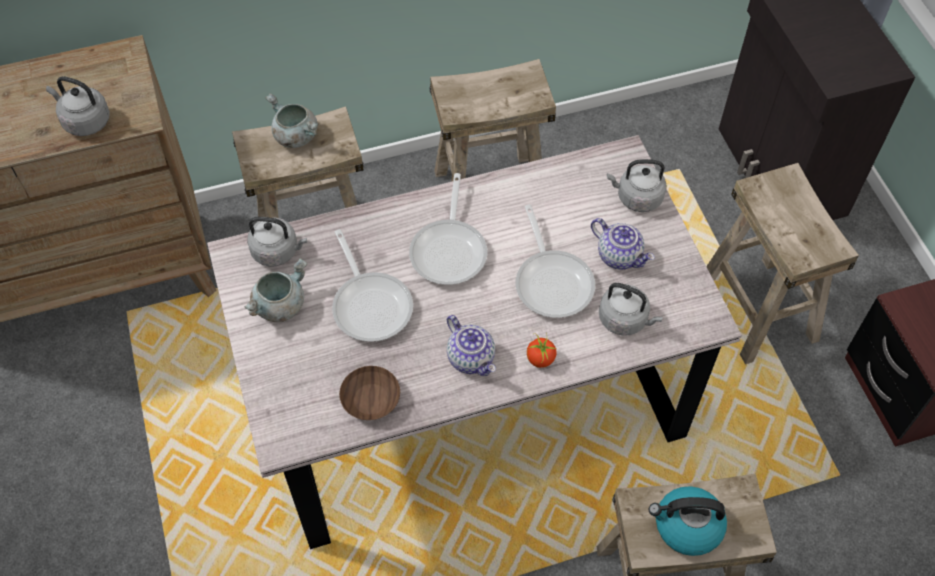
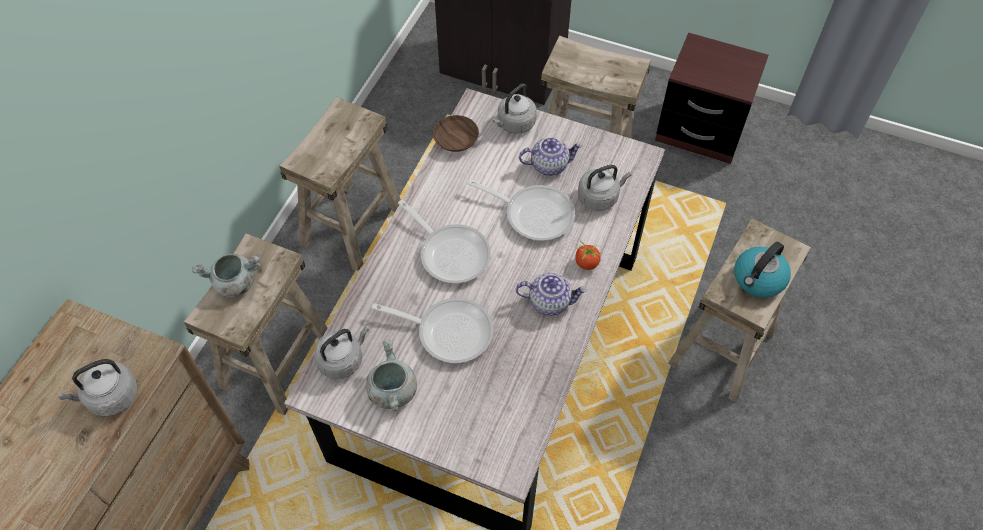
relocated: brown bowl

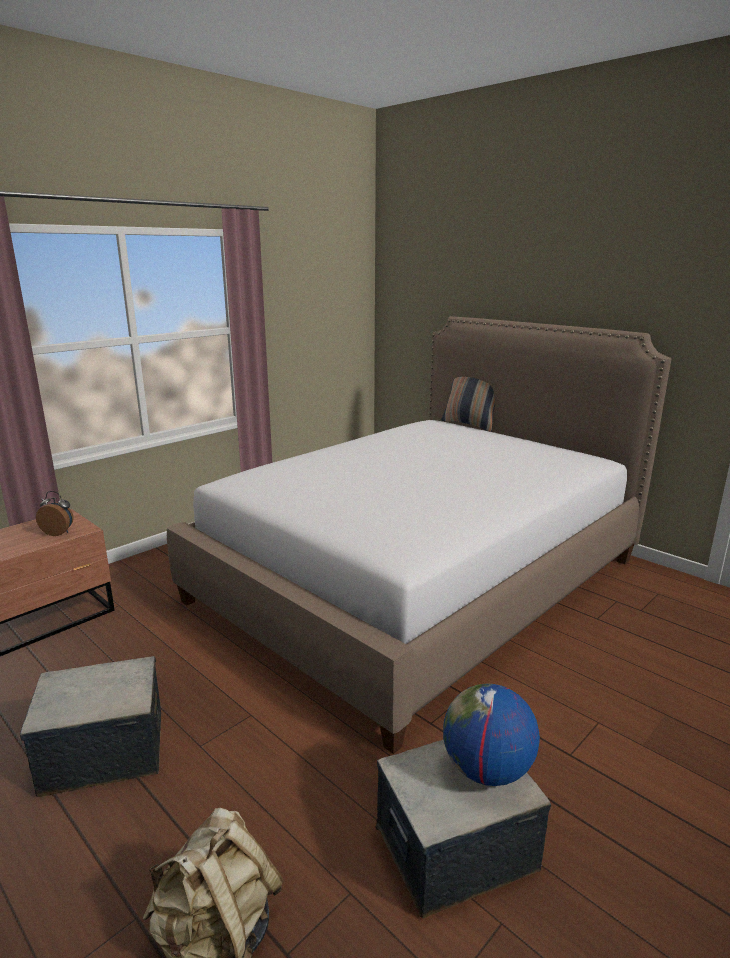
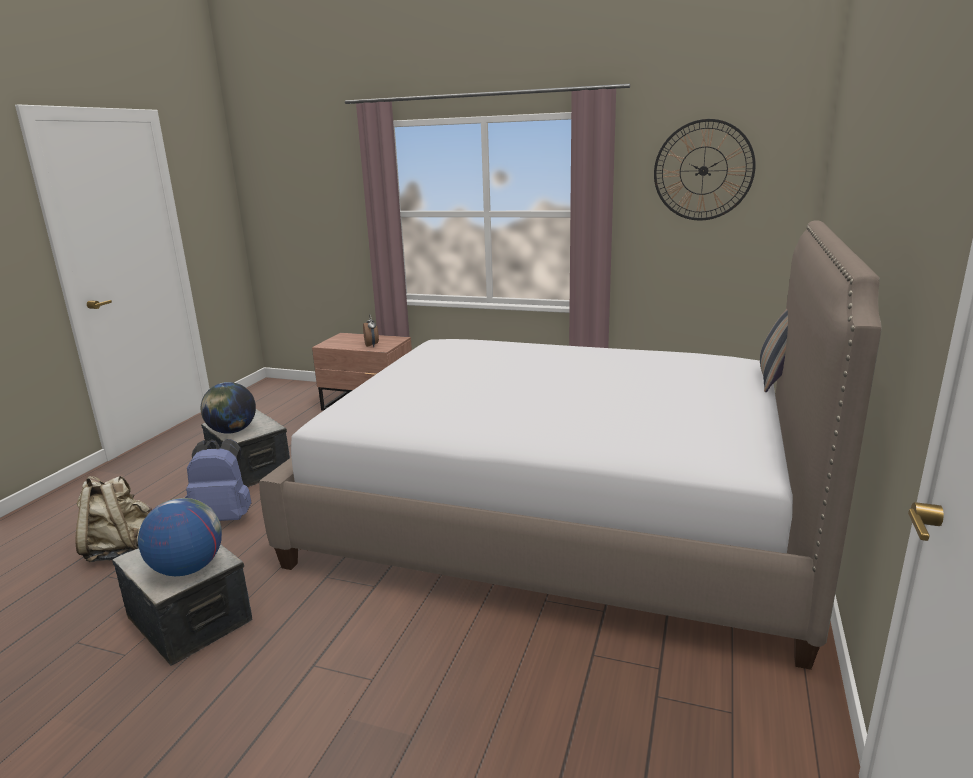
appeared: wall clock; globe (no. 2 from left); blue backpack

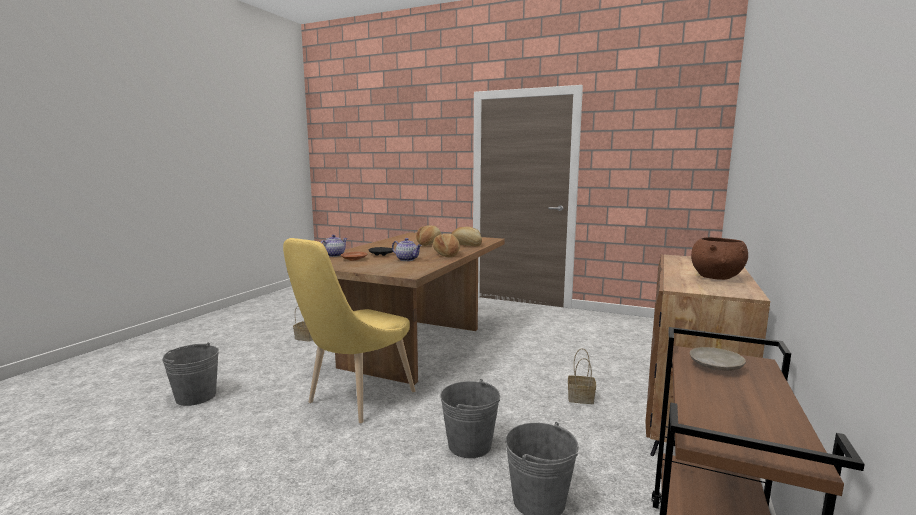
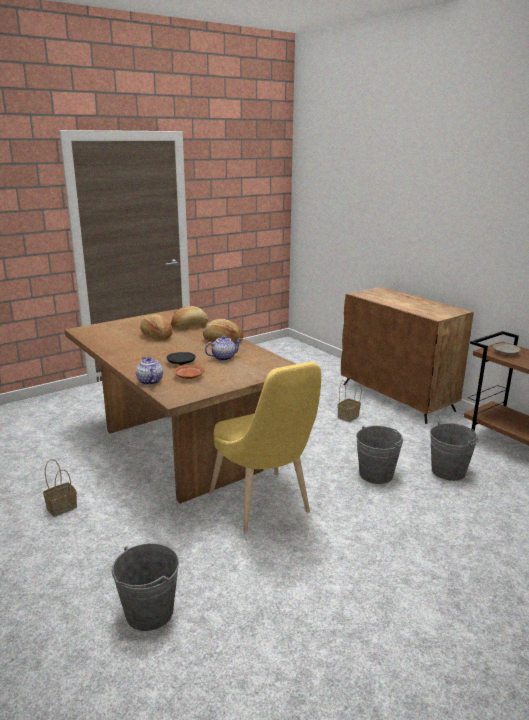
missing: brown bowl

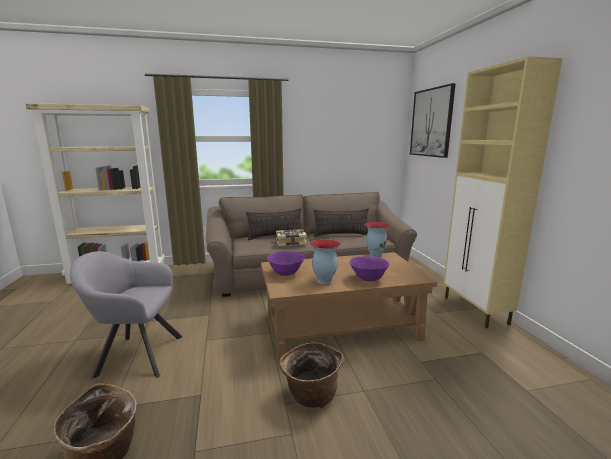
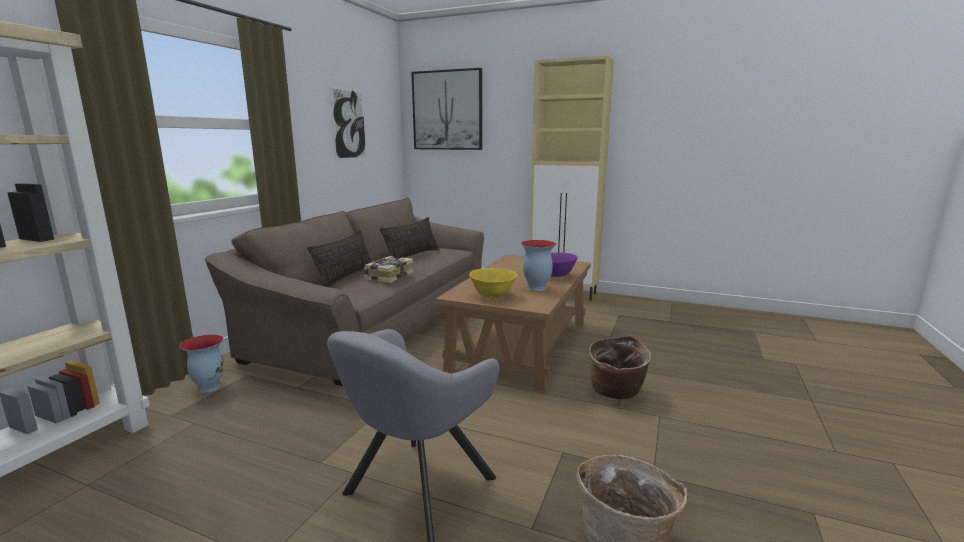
appeared: picture (no. 1 from left)
relocated: vase (no. 2 from left in the first image) to vase (no. 1 from left)
colour: purple bowl (no. 1 from left) to yellow bowl

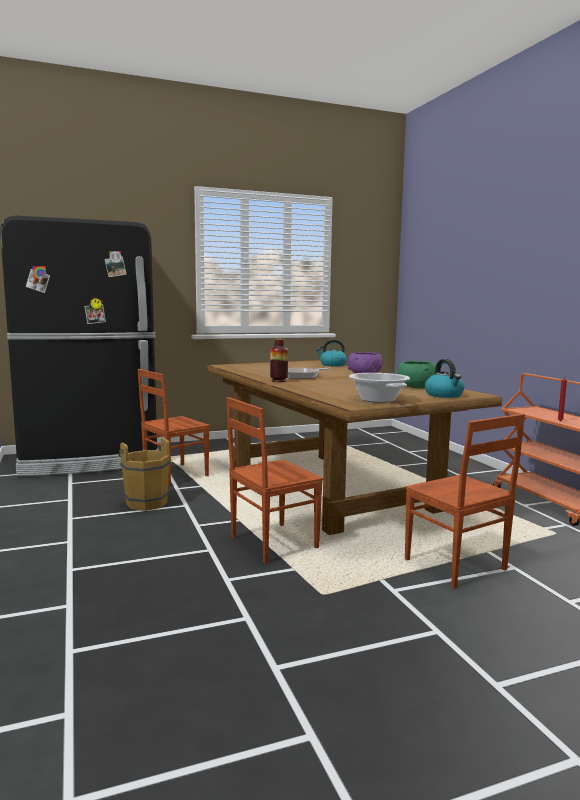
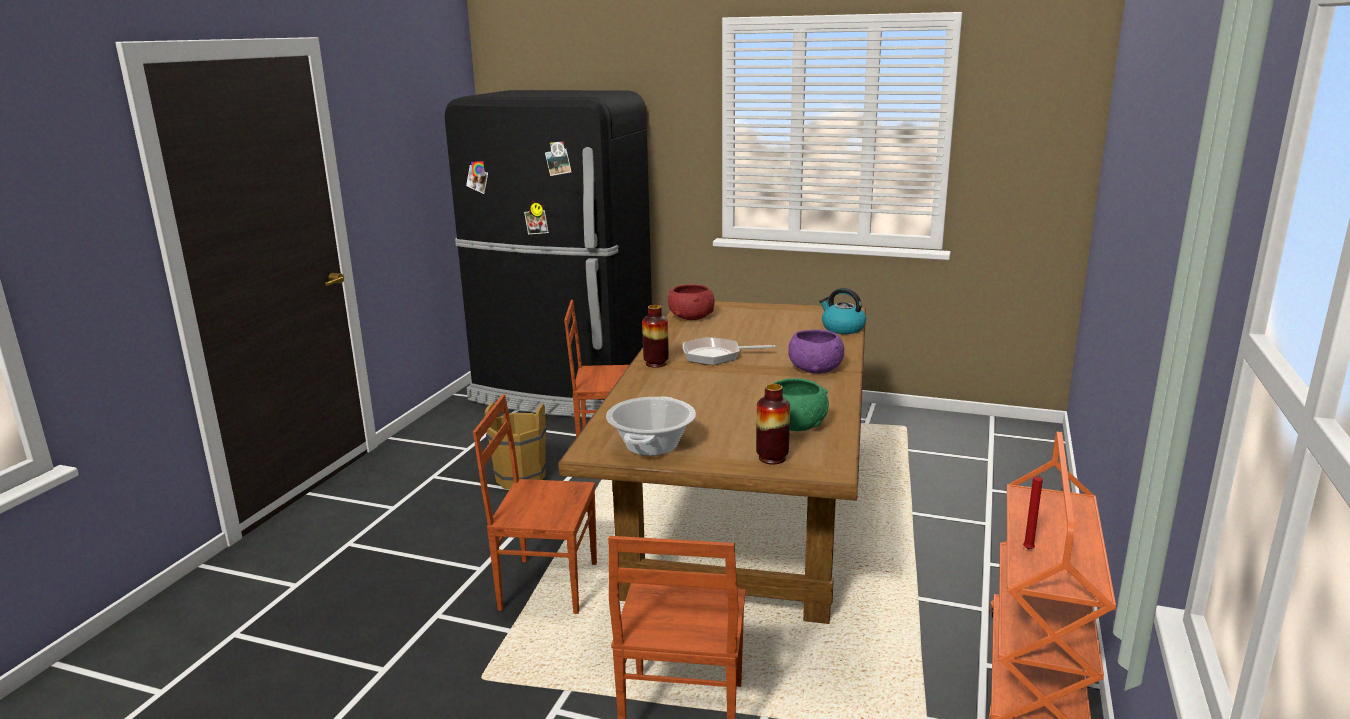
appeared: red bowl
exchanged: kettle (no. 2 from left) to vase (no. 2 from left)

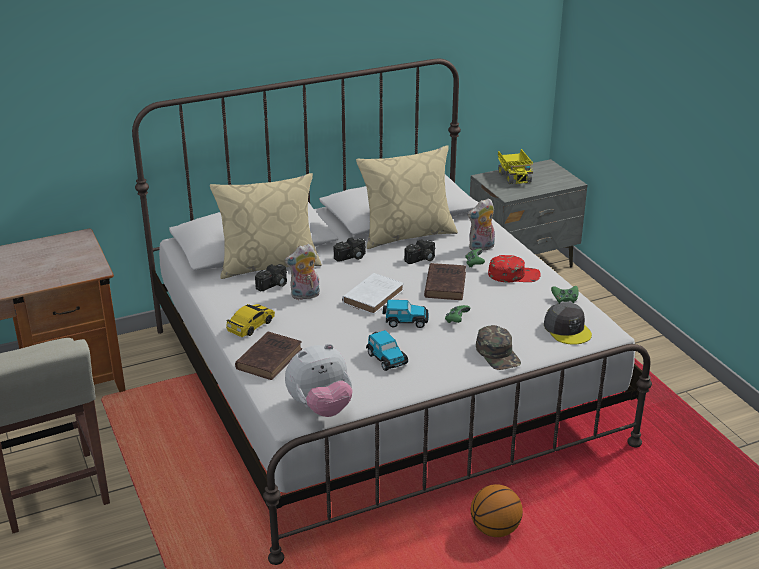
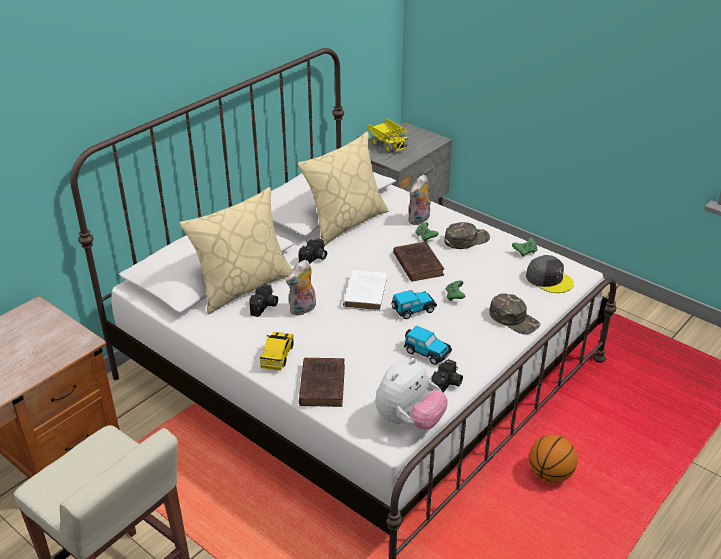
relocated: photo camera (no. 3 from left)
colour: red cap to green cap (no. 1 from left)

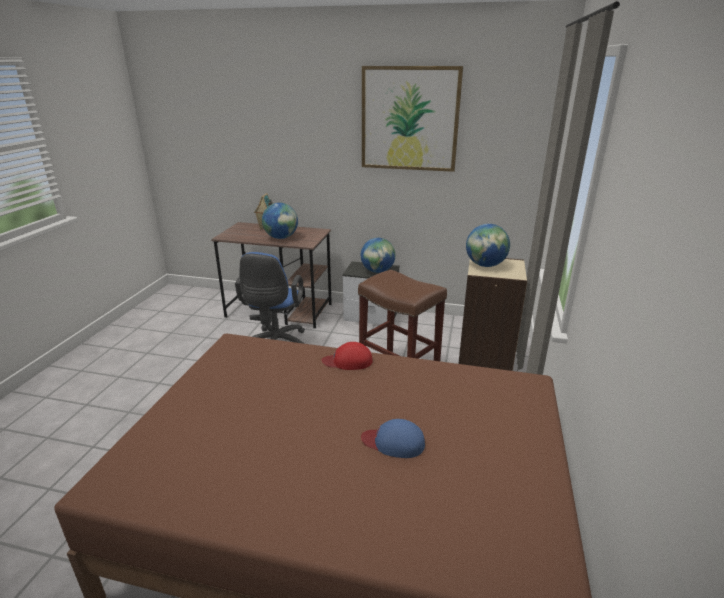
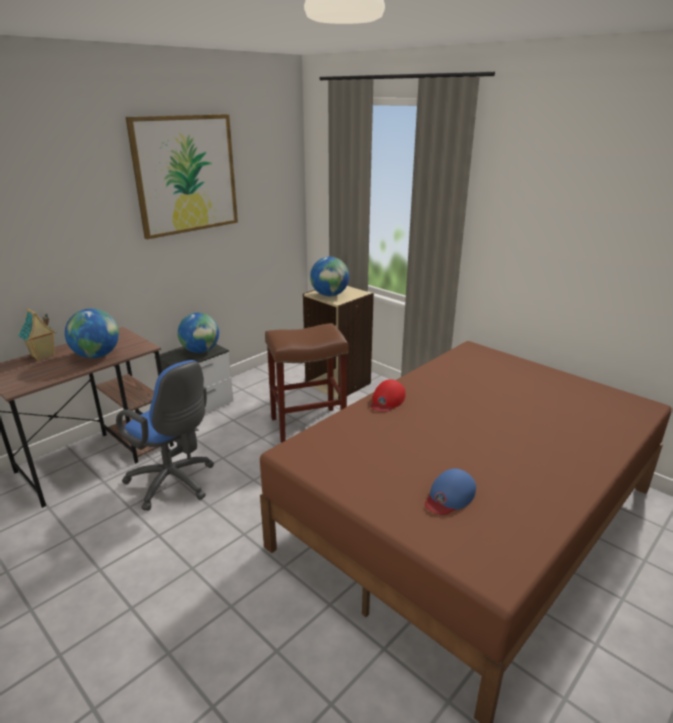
relocated: blue cap

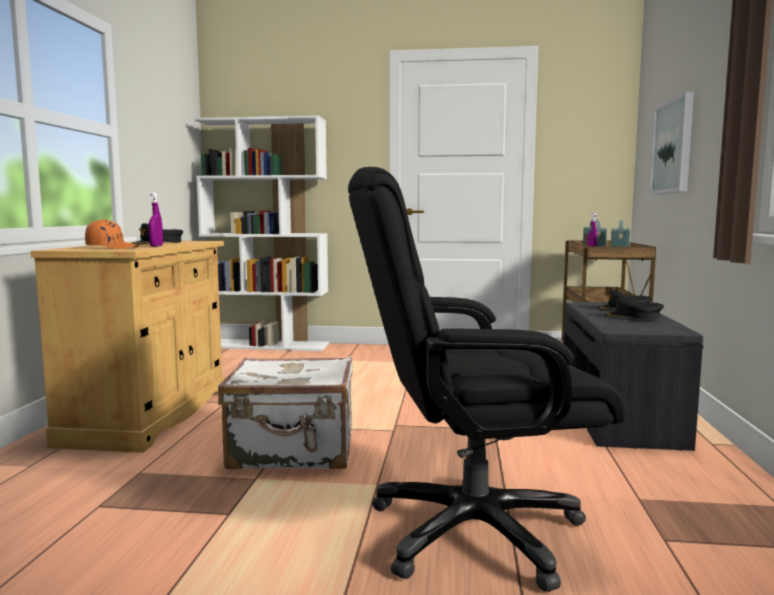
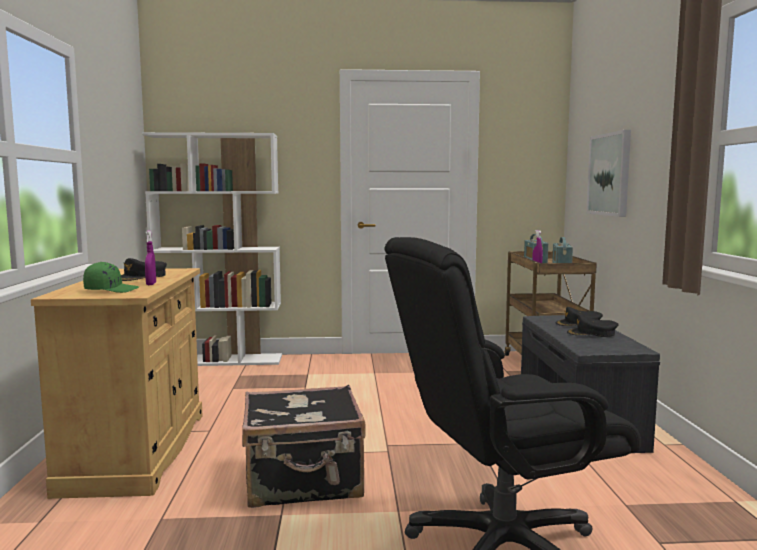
colour: orange cap to green cap; white suitcase to black suitcase

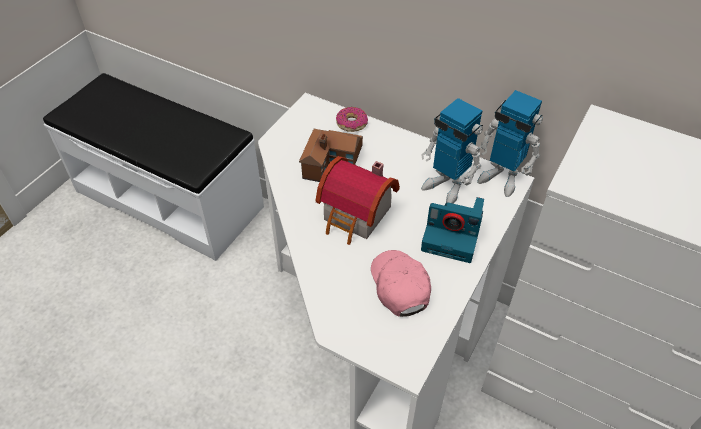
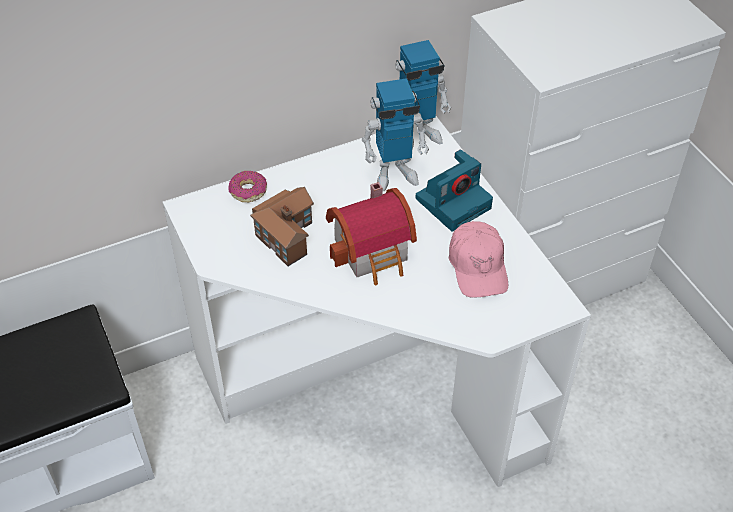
spun: pink cap 120 degrees counterclockwise

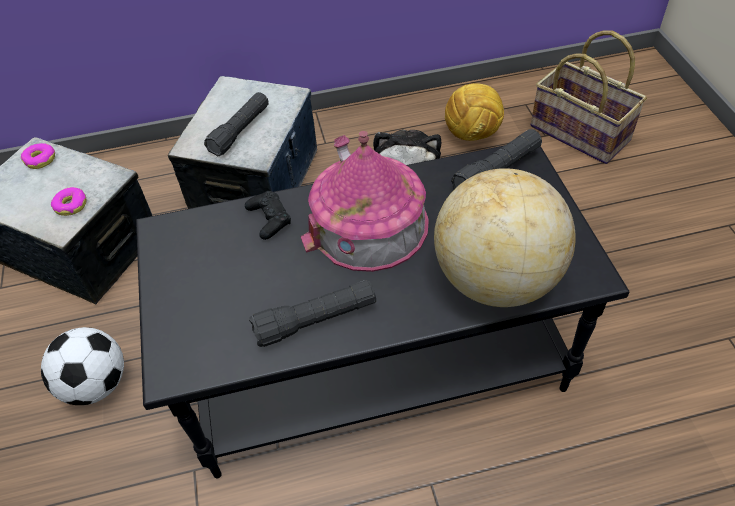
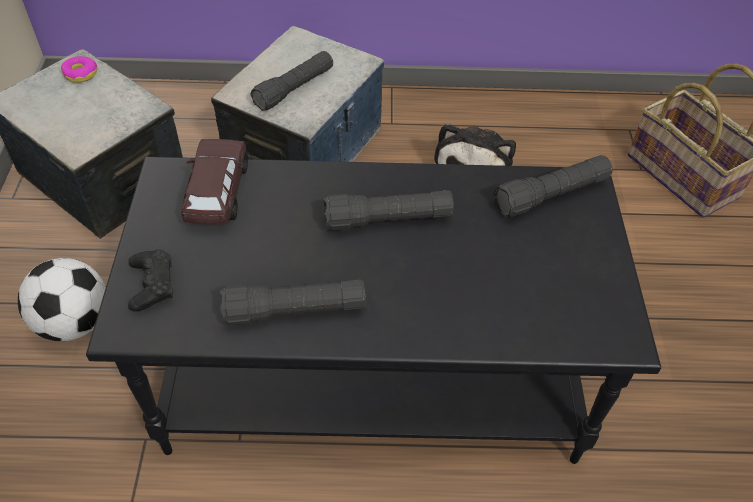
missing: football (no. 2 from left); globe; donut (no. 2 from left)
appeared: brown toy car
relocated: black game controller
exchanged: toy house to black flashlight (no. 3 from left)

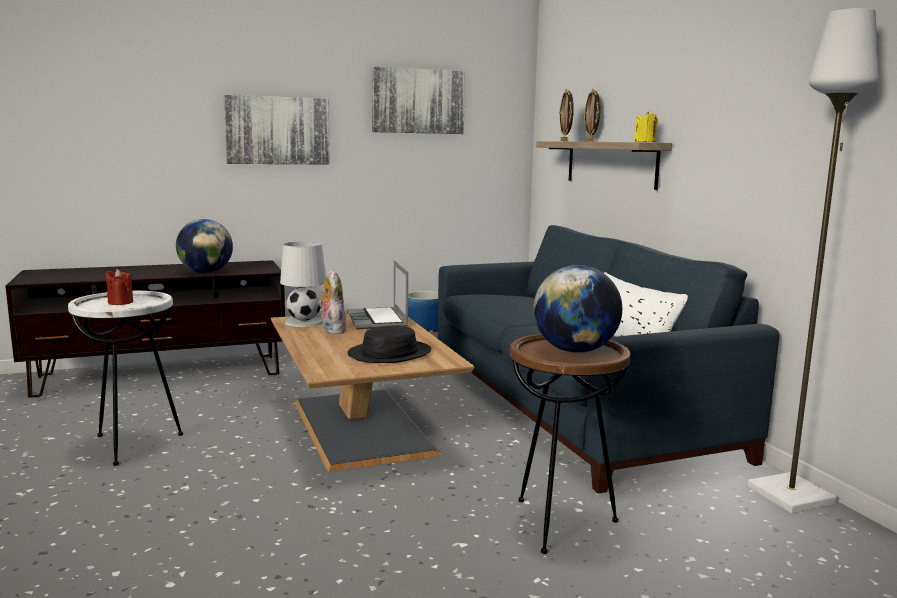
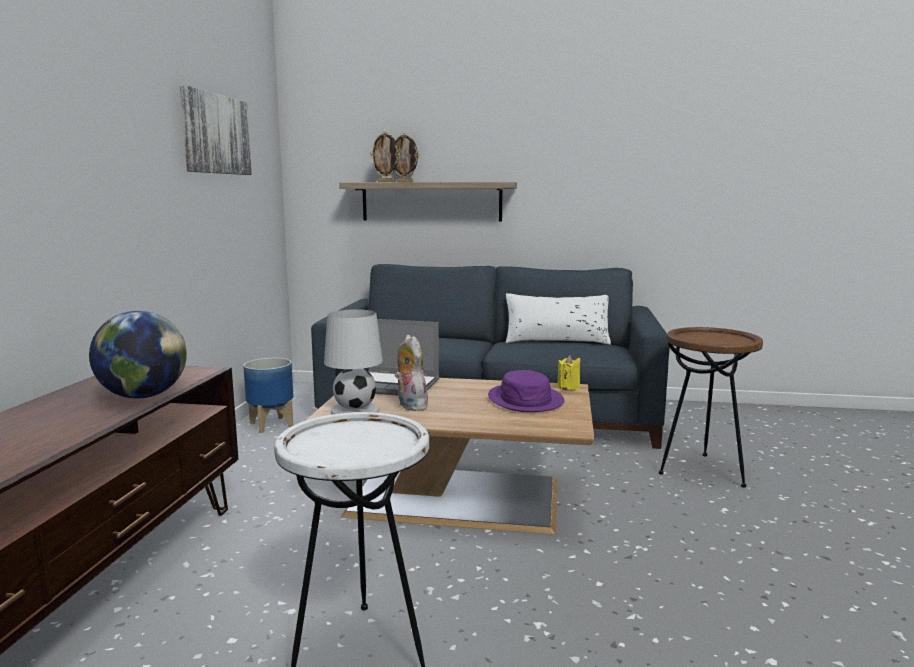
missing: white floor lamp; picture (no. 1 from left); globe (no. 2 from left); red candle
relocated: yellow candle
colour: black hat to purple hat
spun: plush toy 45 degrees clockwise

